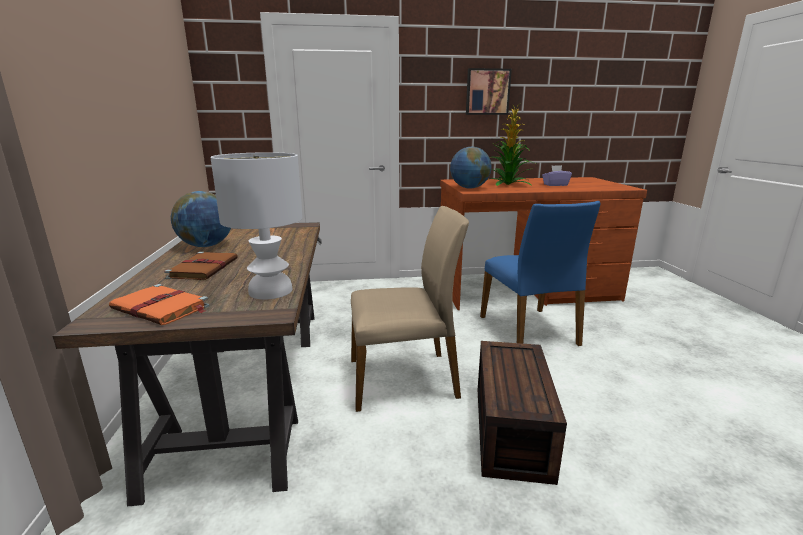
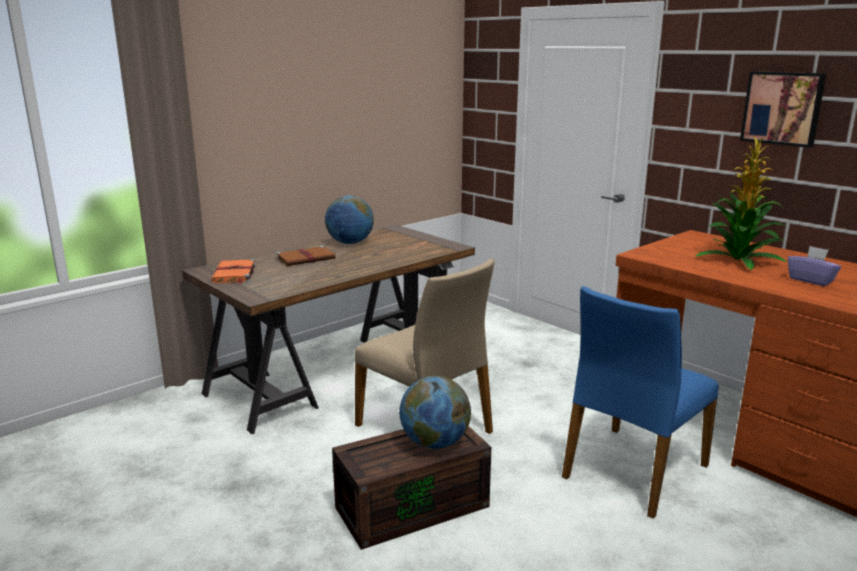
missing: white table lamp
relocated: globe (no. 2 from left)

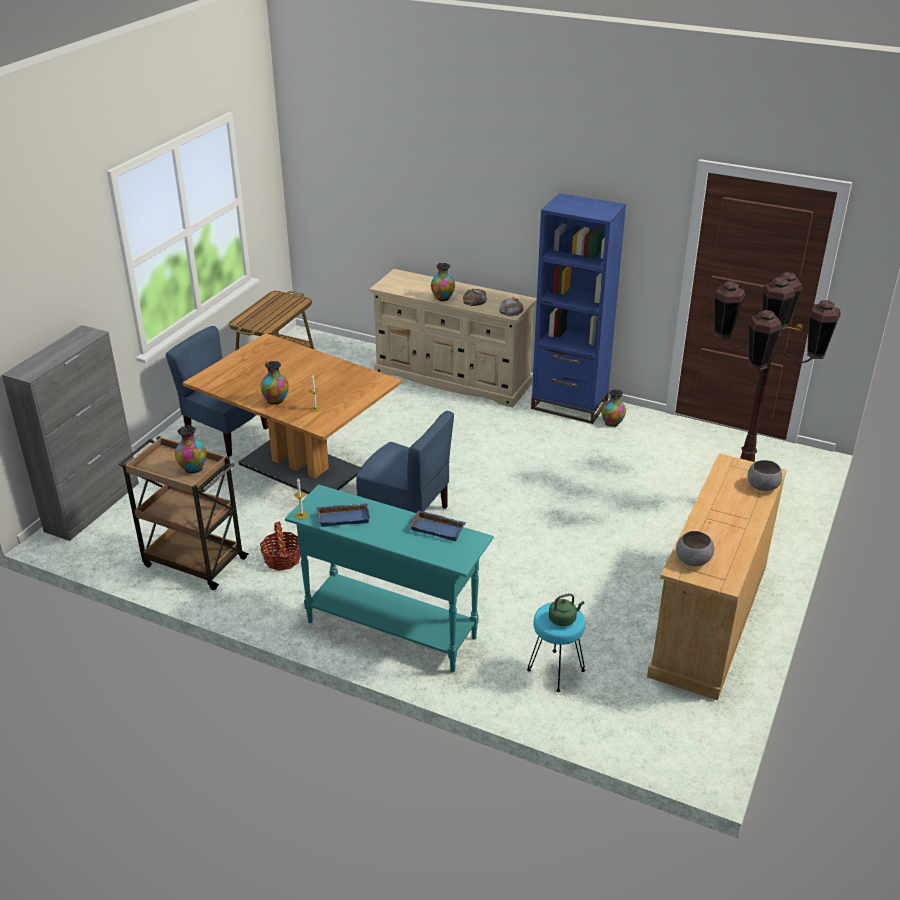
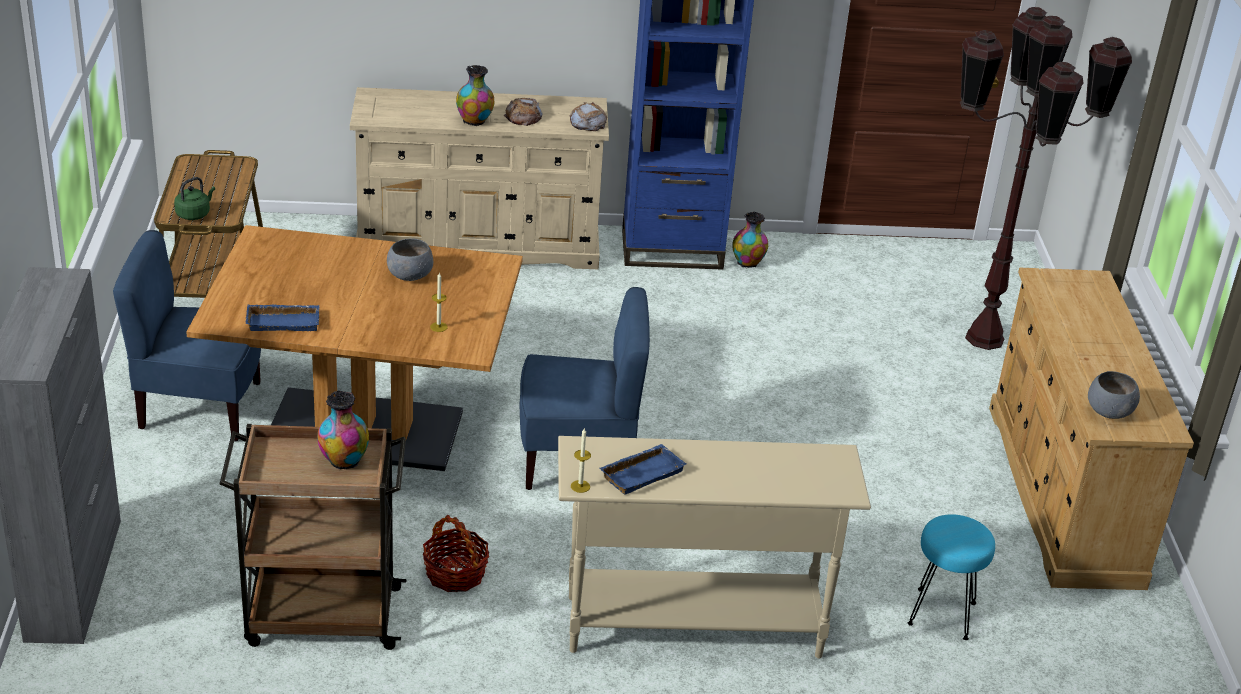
missing: vase (no. 2 from left)
relocated: grey bowl (no. 2 from left in the first image) to grey bowl (no. 1 from left); blue tray (no. 2 from left in the first image) to blue tray (no. 1 from left); green kettle
colour: turquoise console table to beige console table

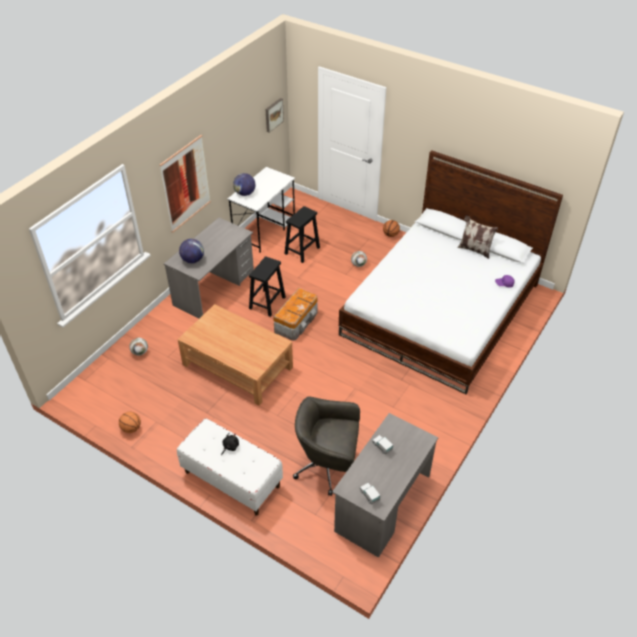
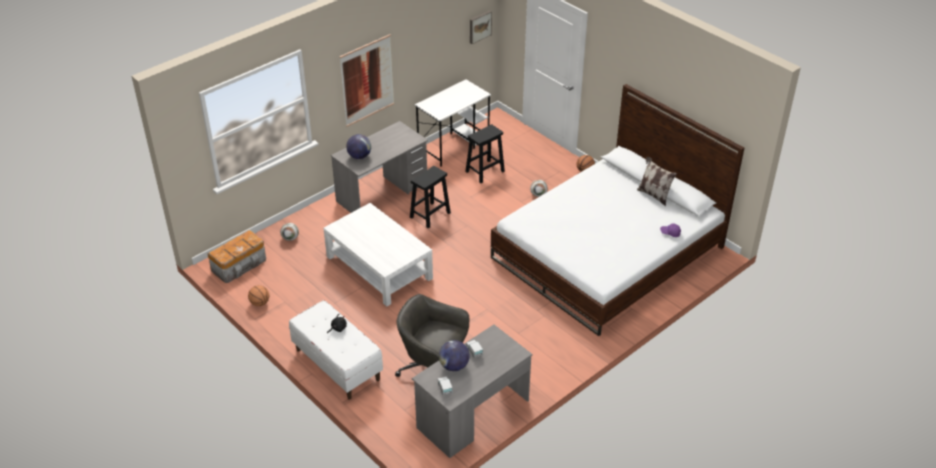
relocated: globe (no. 2 from left); storage box
colour: brown coffee table to white coffee table

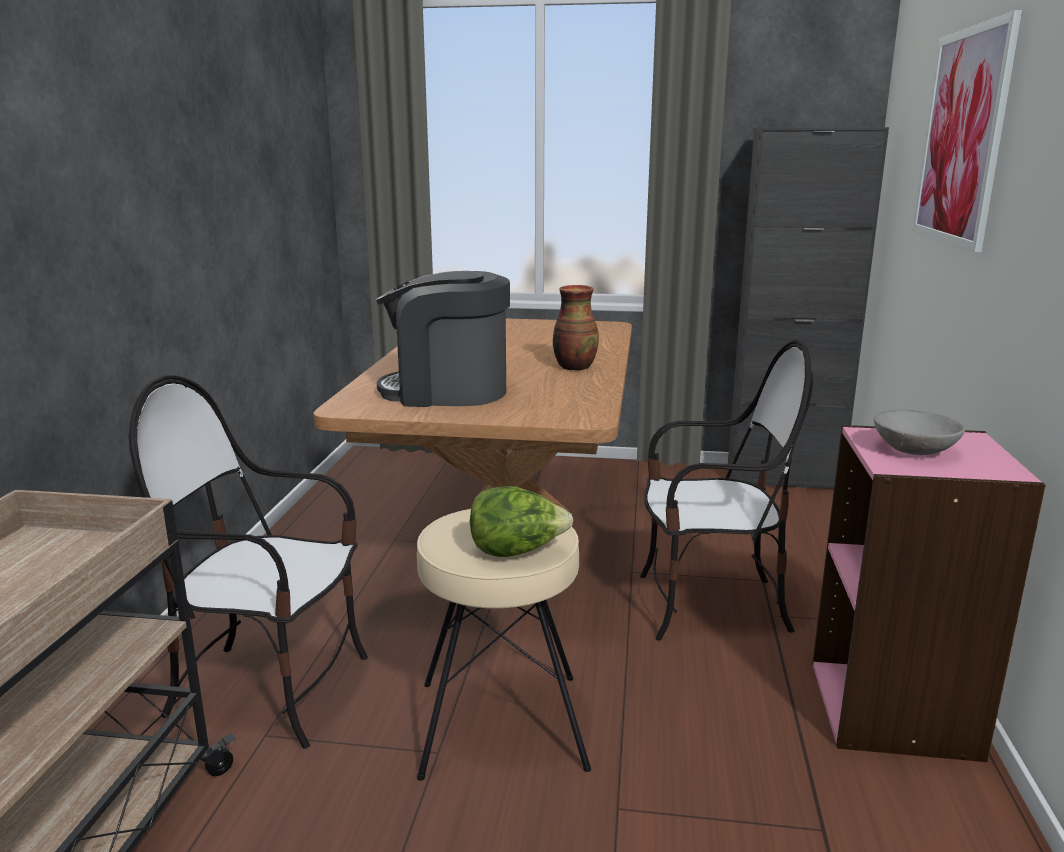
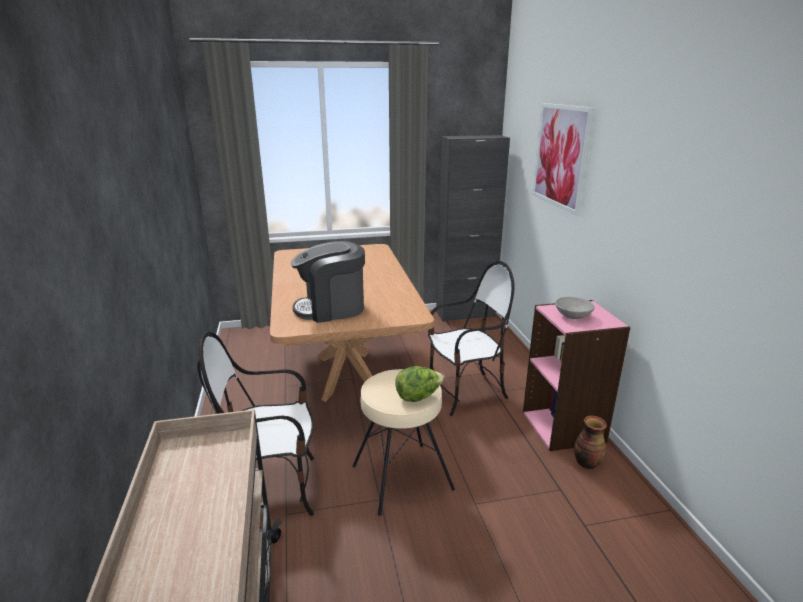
relocated: vase

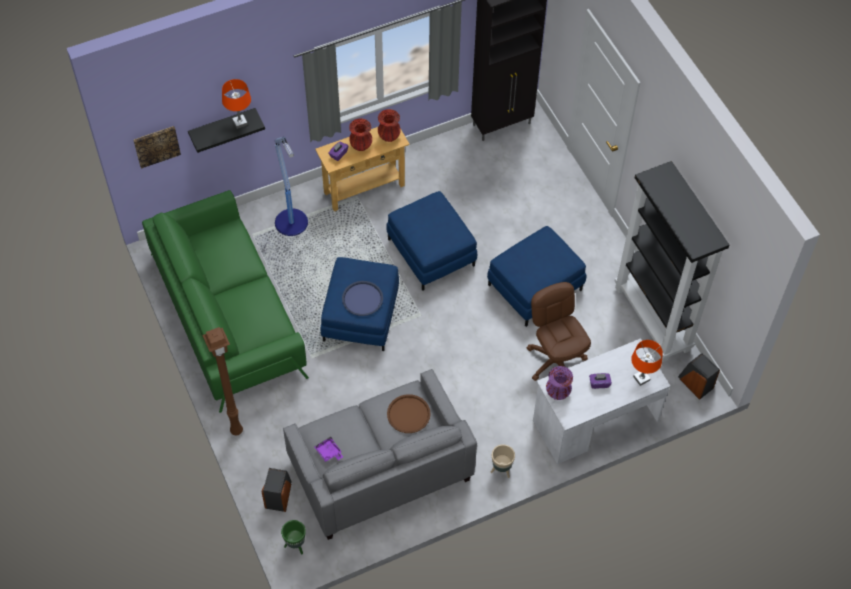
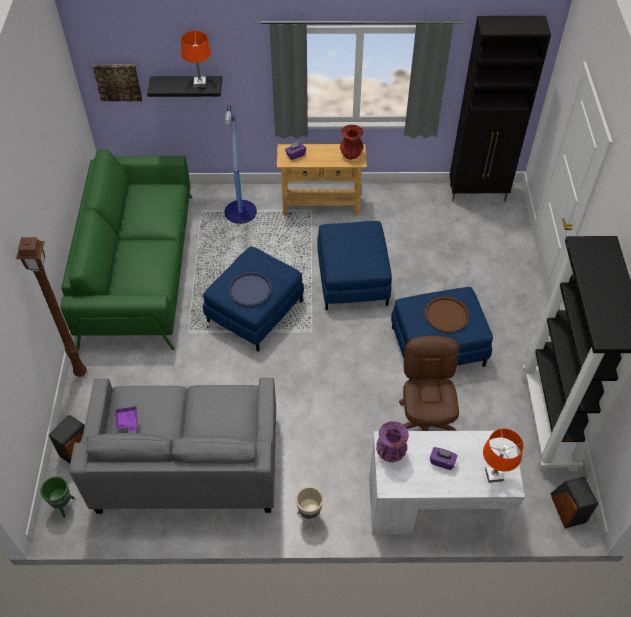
missing: red vase (no. 1 from left)
relocated: brown tray

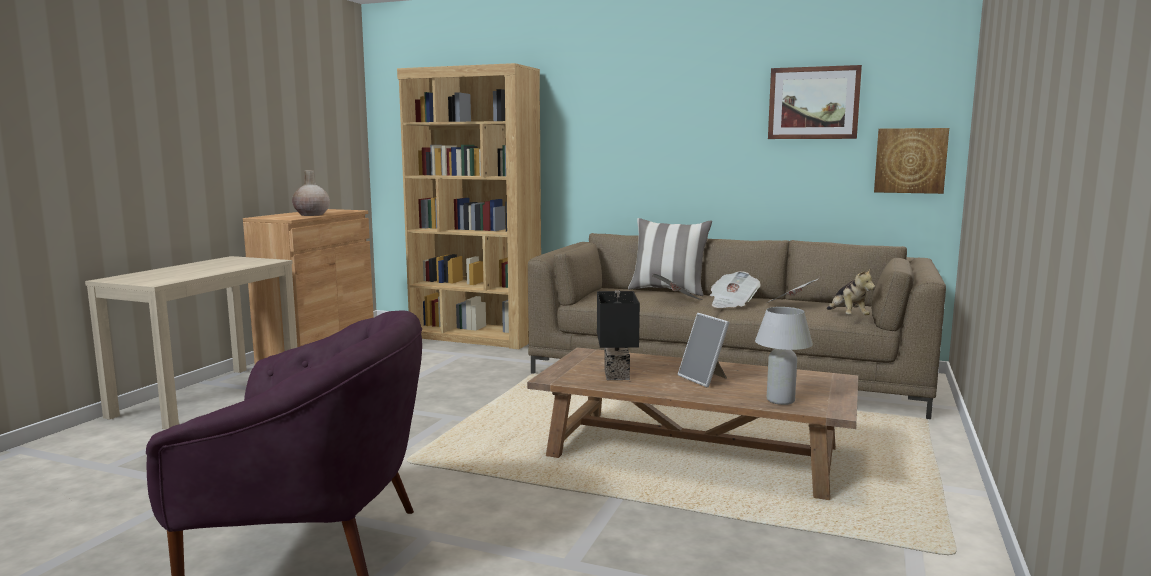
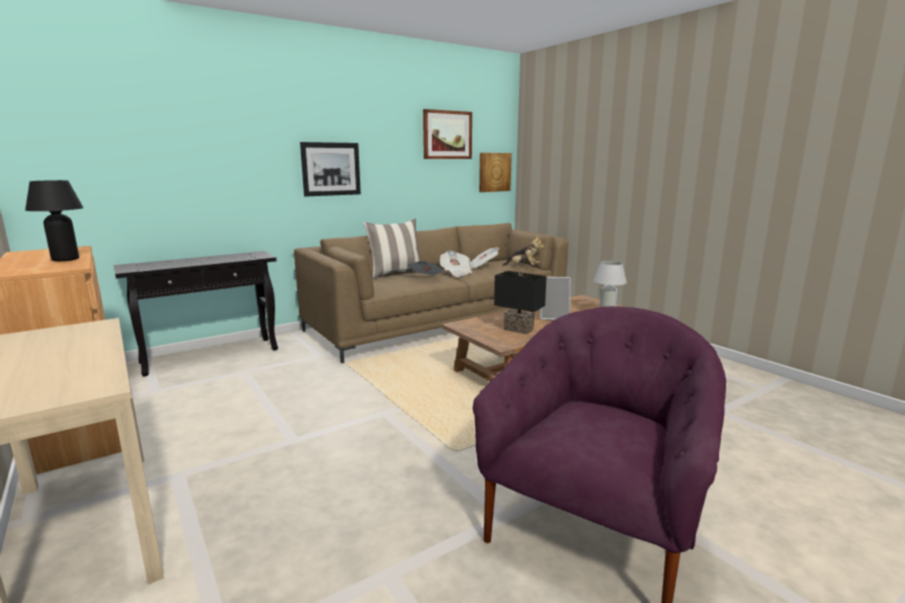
appeared: picture (no. 1 from left)
exchanged: brown bookcase to black console table; beige vase to black table lamp (no. 1 from left)

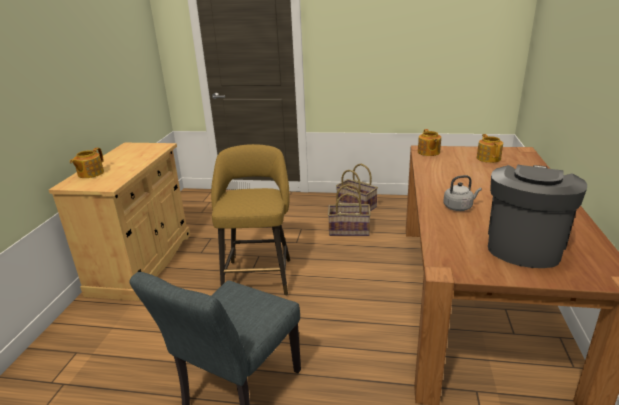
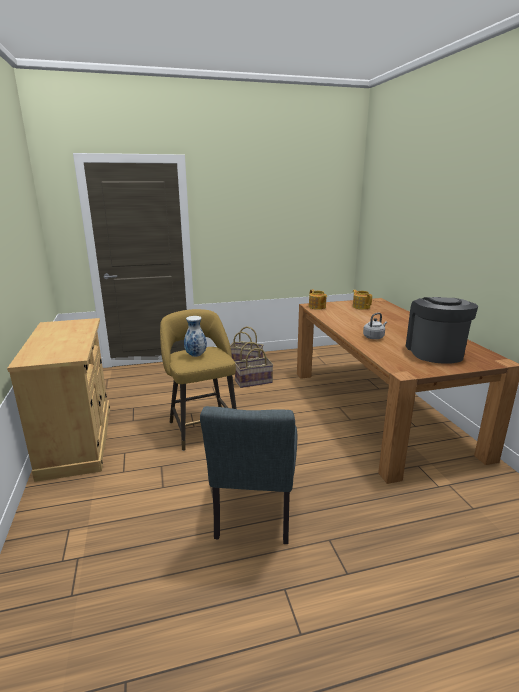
missing: teapot (no. 1 from left)
appeared: vase

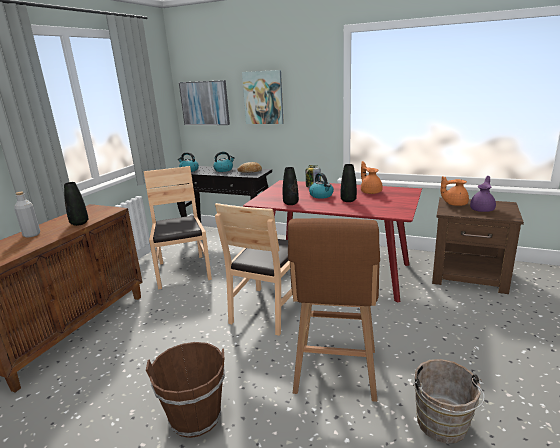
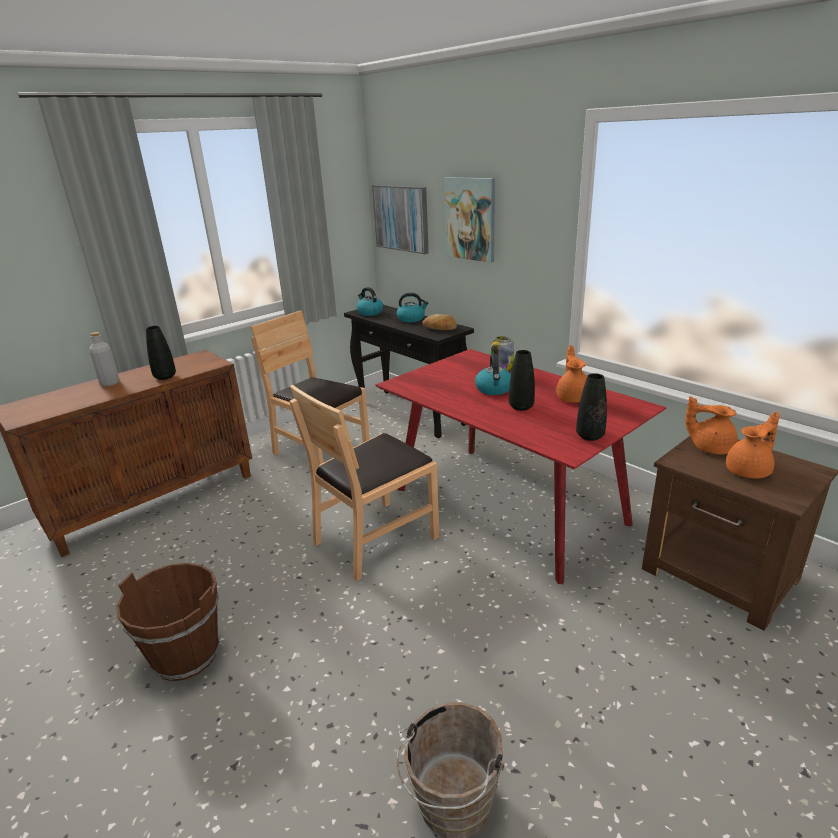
missing: brown stool
relocated: black vase (no. 2 from left in the first image) to black vase (no. 3 from left)
colour: purple teapot to orange teapot (no. 3 from left)
spun: brown chair (no. 1 from left) 60 degrees counterclockwise

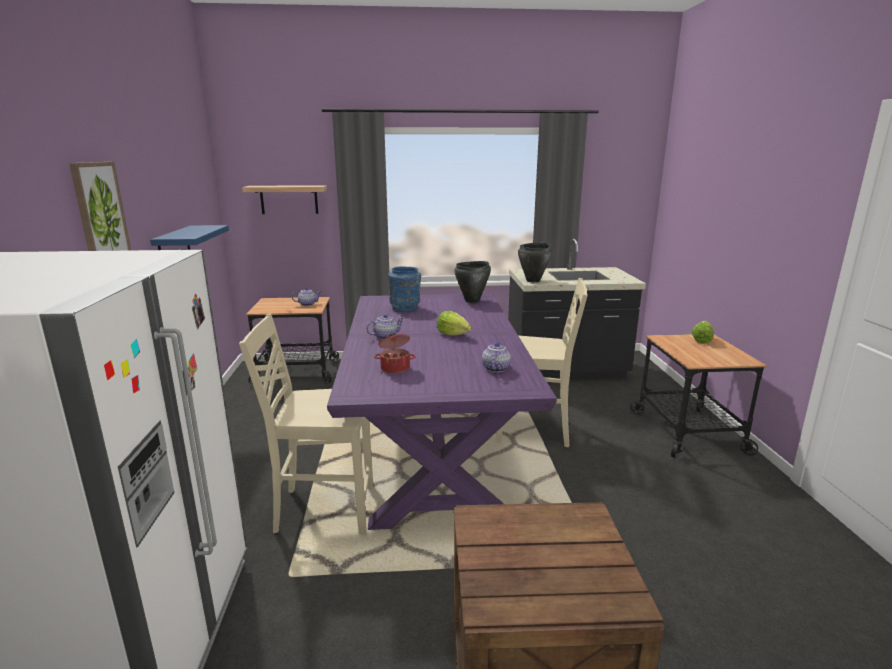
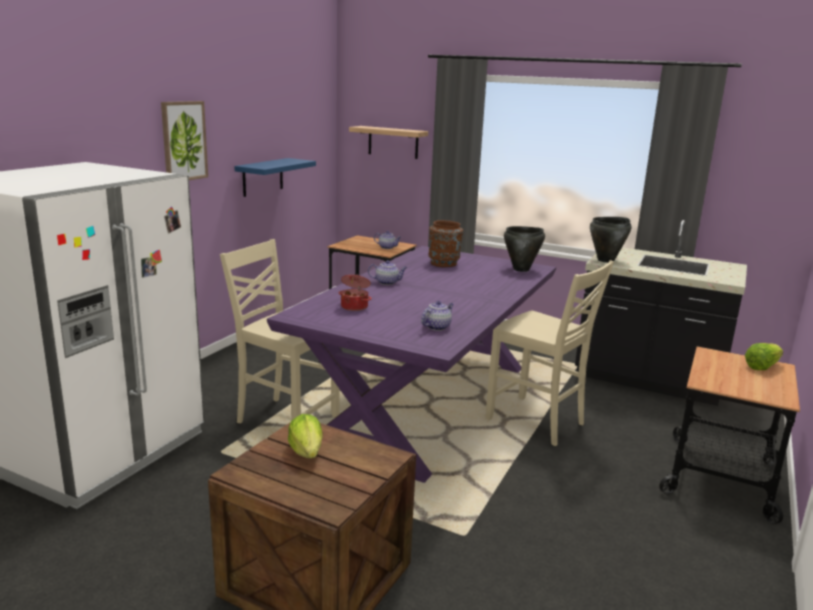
relocated: lettuce (no. 1 from left)
colour: blue vase to brown vase

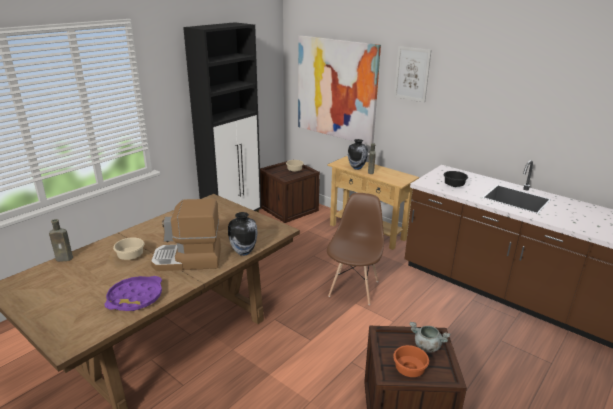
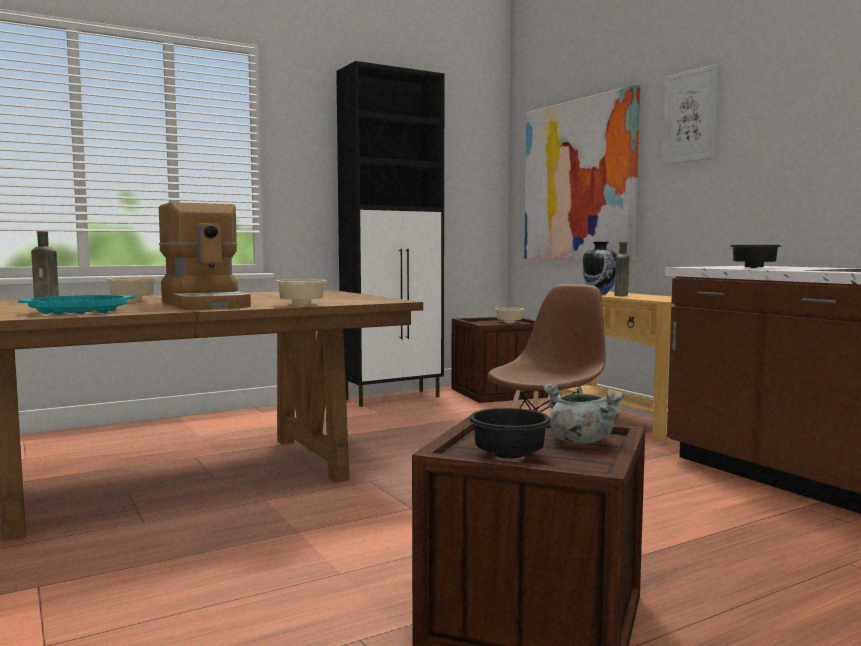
exchanged: vase (no. 1 from left) to beige bowl (no. 2 from left)
colour: purple tray to turquoise tray; orange bowl to black bowl (no. 1 from left)
spun: coffee machine 135 degrees counterclockwise

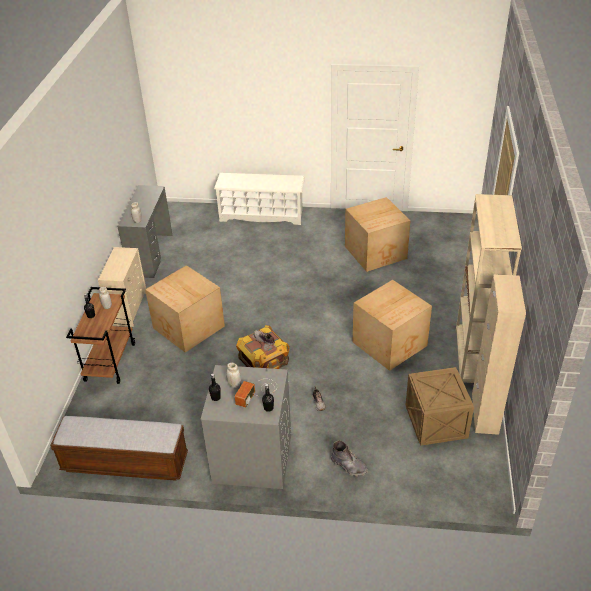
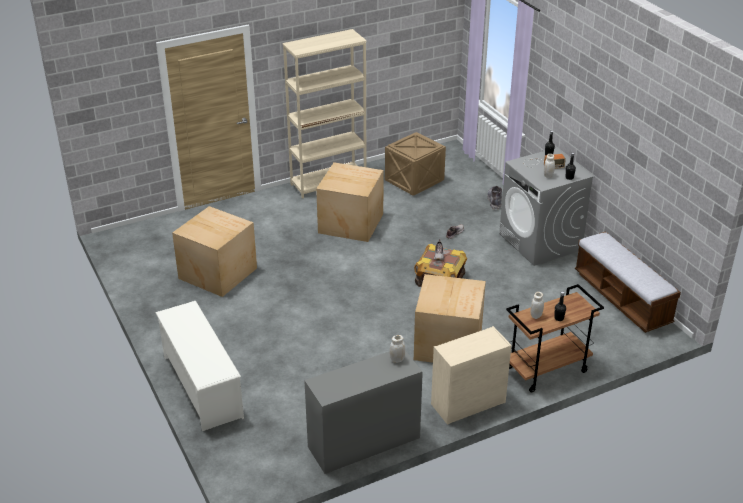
missing: beige cabinet

